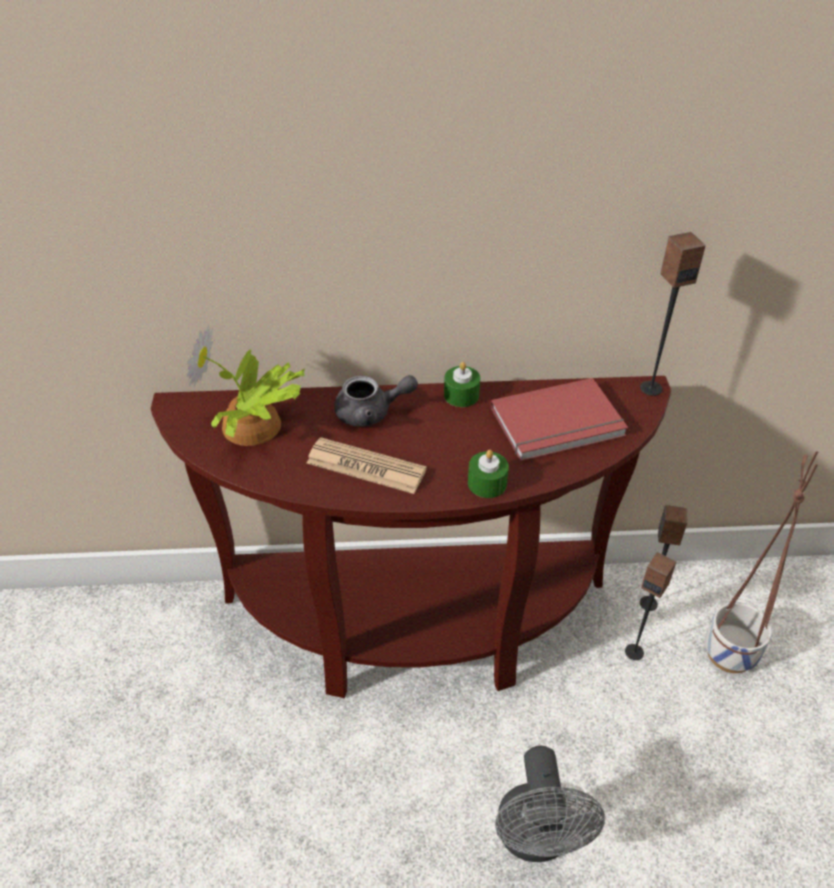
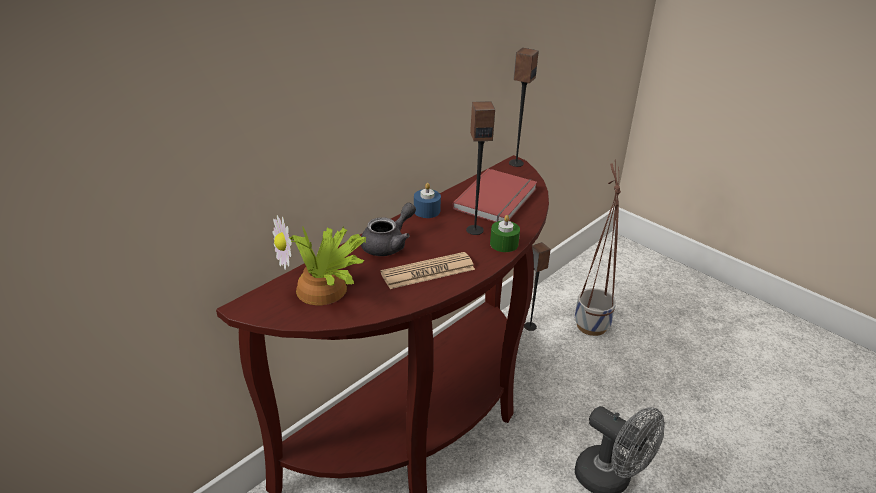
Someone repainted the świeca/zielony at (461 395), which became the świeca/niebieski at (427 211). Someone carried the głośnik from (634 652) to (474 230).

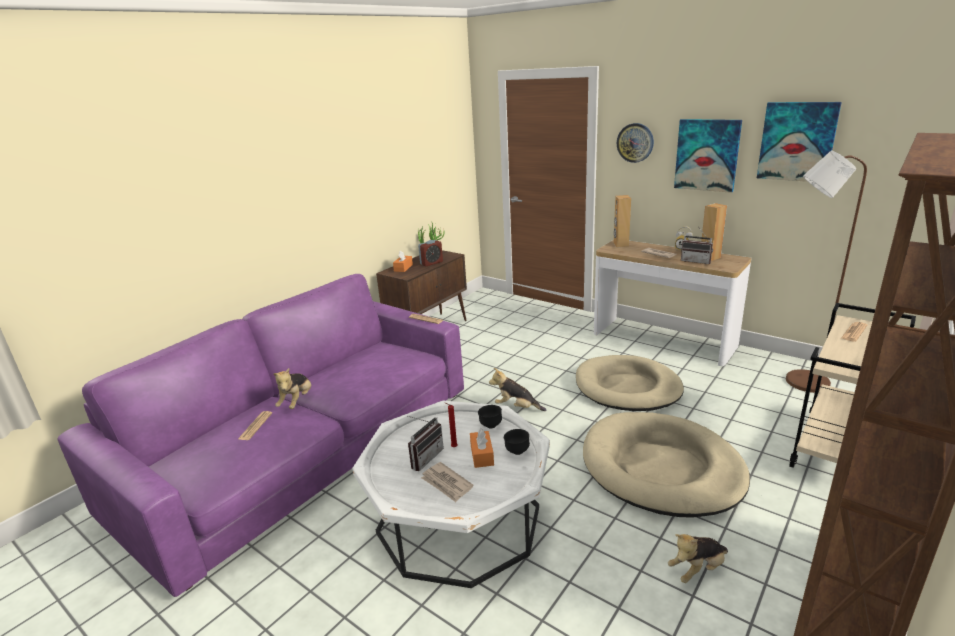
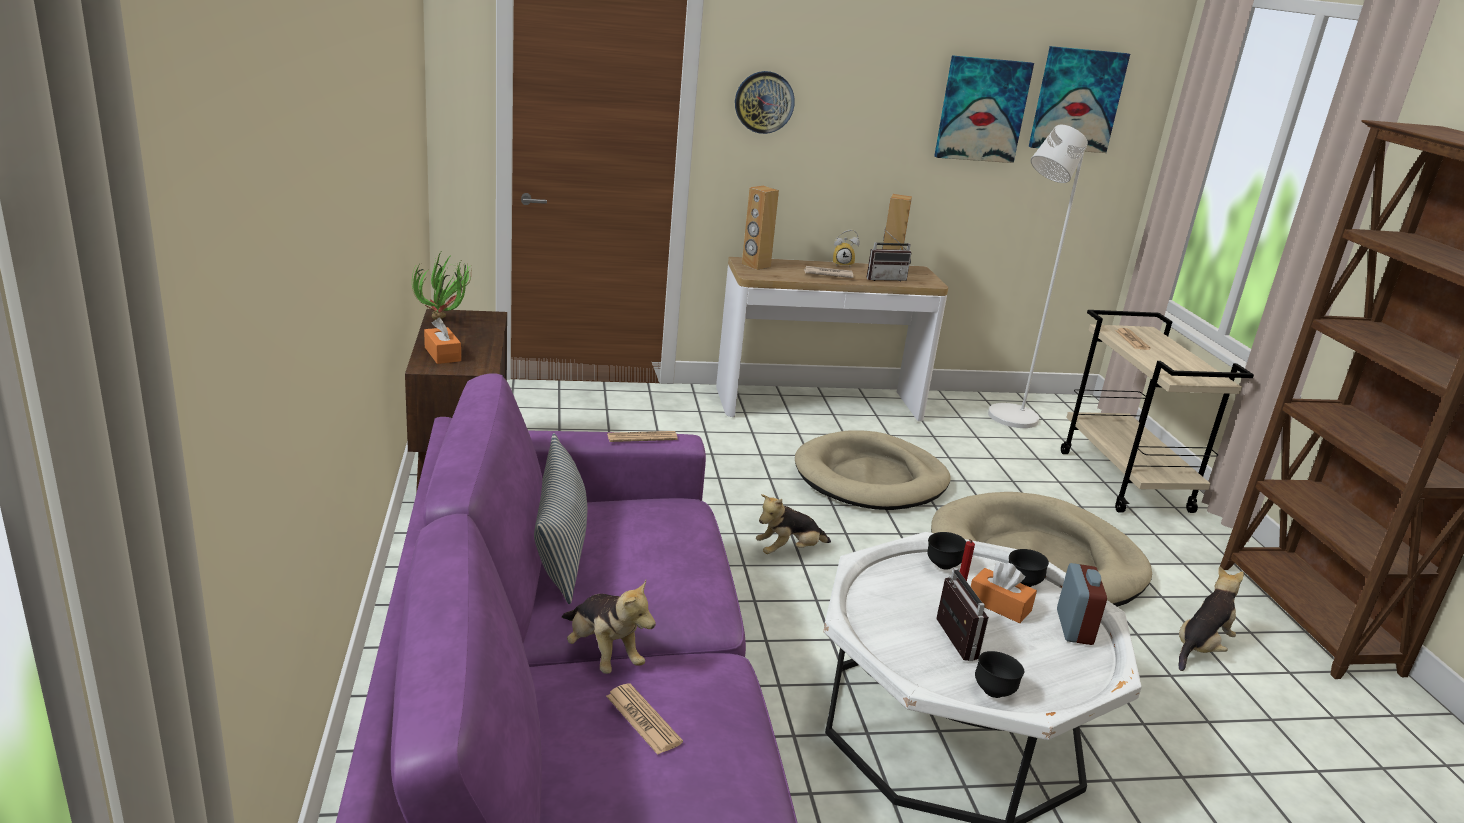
Someone carried the budzik from (431 263) to (1074 627). Someone took away the gazeta at (446 484). Someone rotated the pluszak at (697 569) by 150 degrees counterclockwise. Someone carried the obraz from (707 155) to (1077 100). Someone repainted the lampa stojąca/brązowy at (799 382), which became the lampa stojąca/biały at (1007 419). Someone put down the poduszka at (560 549). Someone put down the miska/czarny at (994 692).

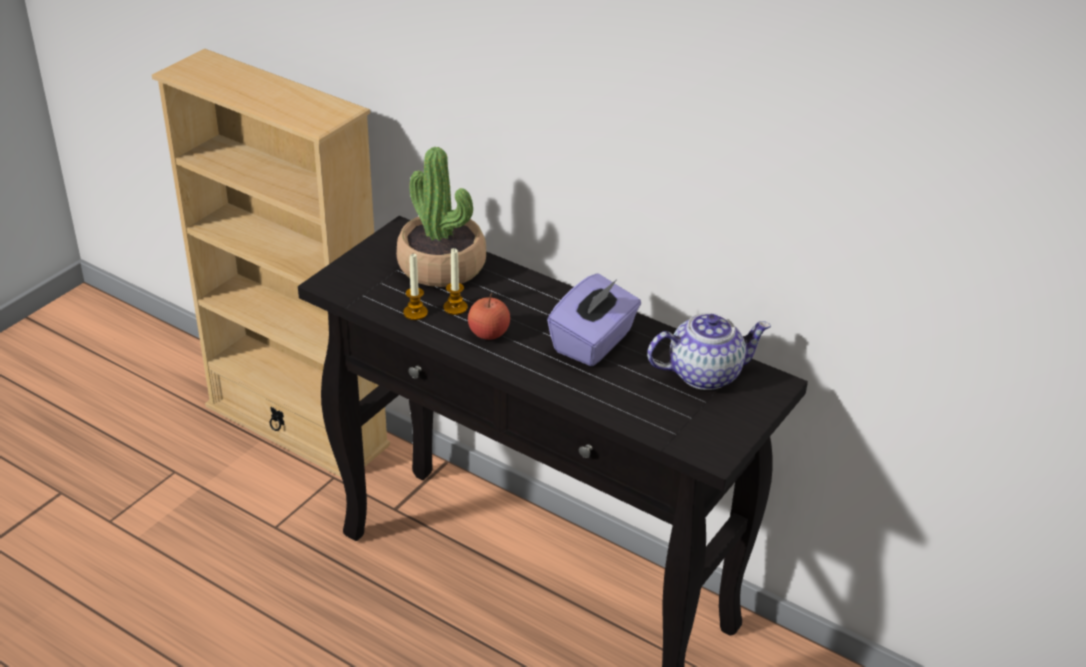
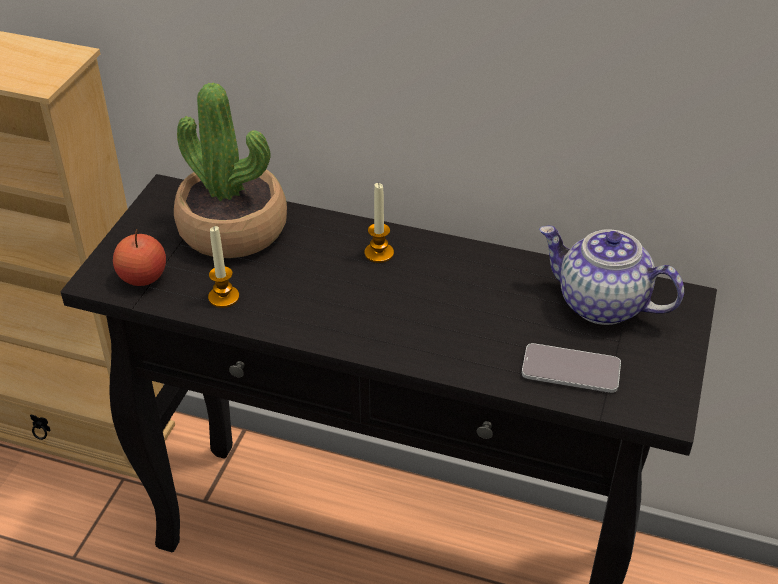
Someone carried the świeca from (455 307) to (379 253). Someone carried the jabłko from (489 333) to (143 277). Someone took away the pudełko chusteczek/fioletowy at (593 342). Someone rotated the imbryk at (705 373) by 120 degrees counterclockwise. Someone put down the telefon at (570 370).

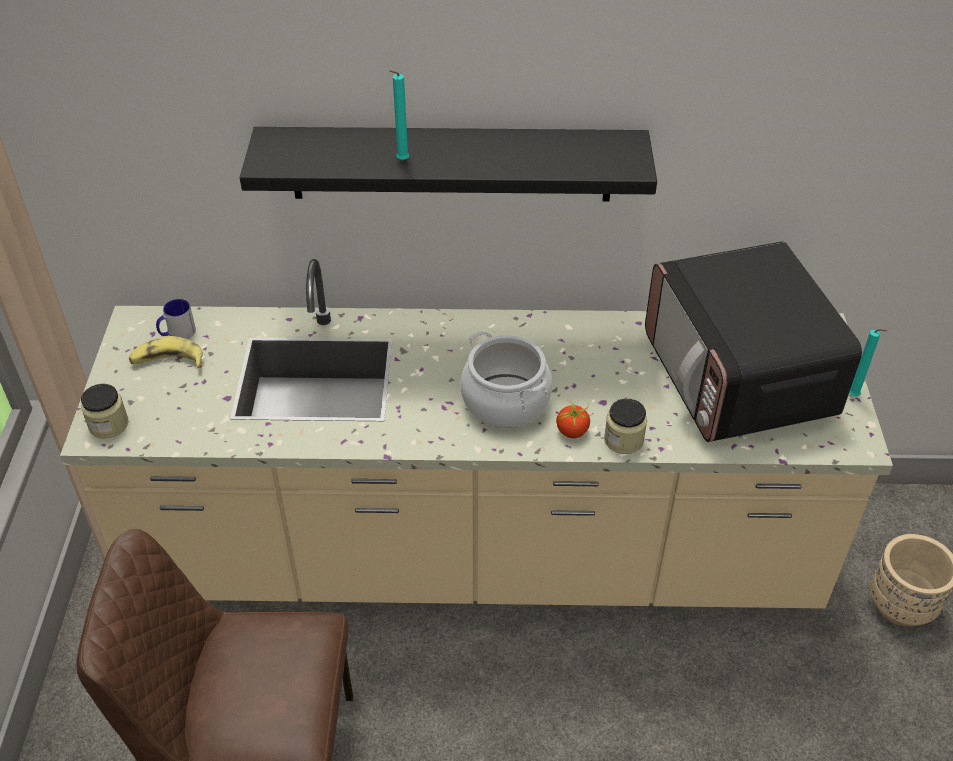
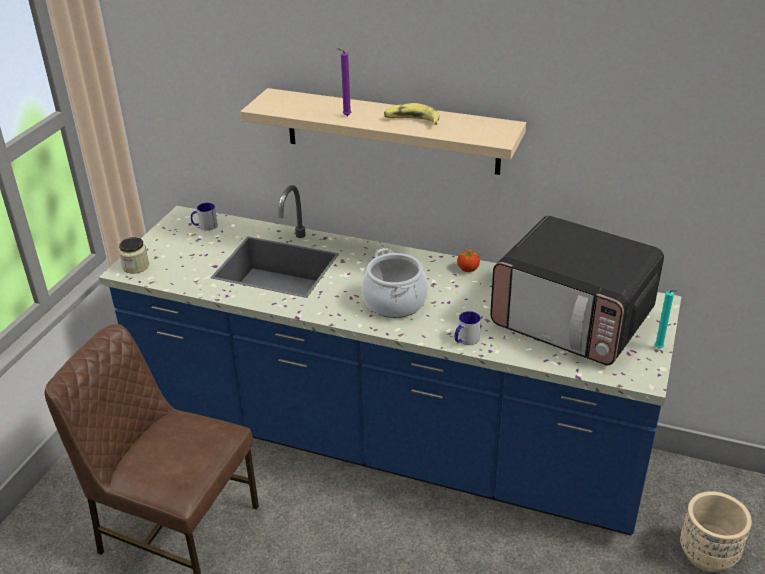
Someone repainted the zabudowa kuchenna/beżowy at (476 555), which became the zabudowa kuchenna/niebieski at (386 440). Someone carried the banan from (168 361) to (412 121). Someone repainted the półka/czarny at (451 164), which became the półka/beżowy at (391 131). Someone repainted the świeca/turkusowy at (401 161), which became the świeca/fioletowy at (345 116). Someone carried the pomidor from (572 431) to (468 269). Someone swapped the słoik at (623 440) for the kubek at (465 340). Someone rotated the mikrofalówka at (737 378) by 60 degrees counterclockwise.

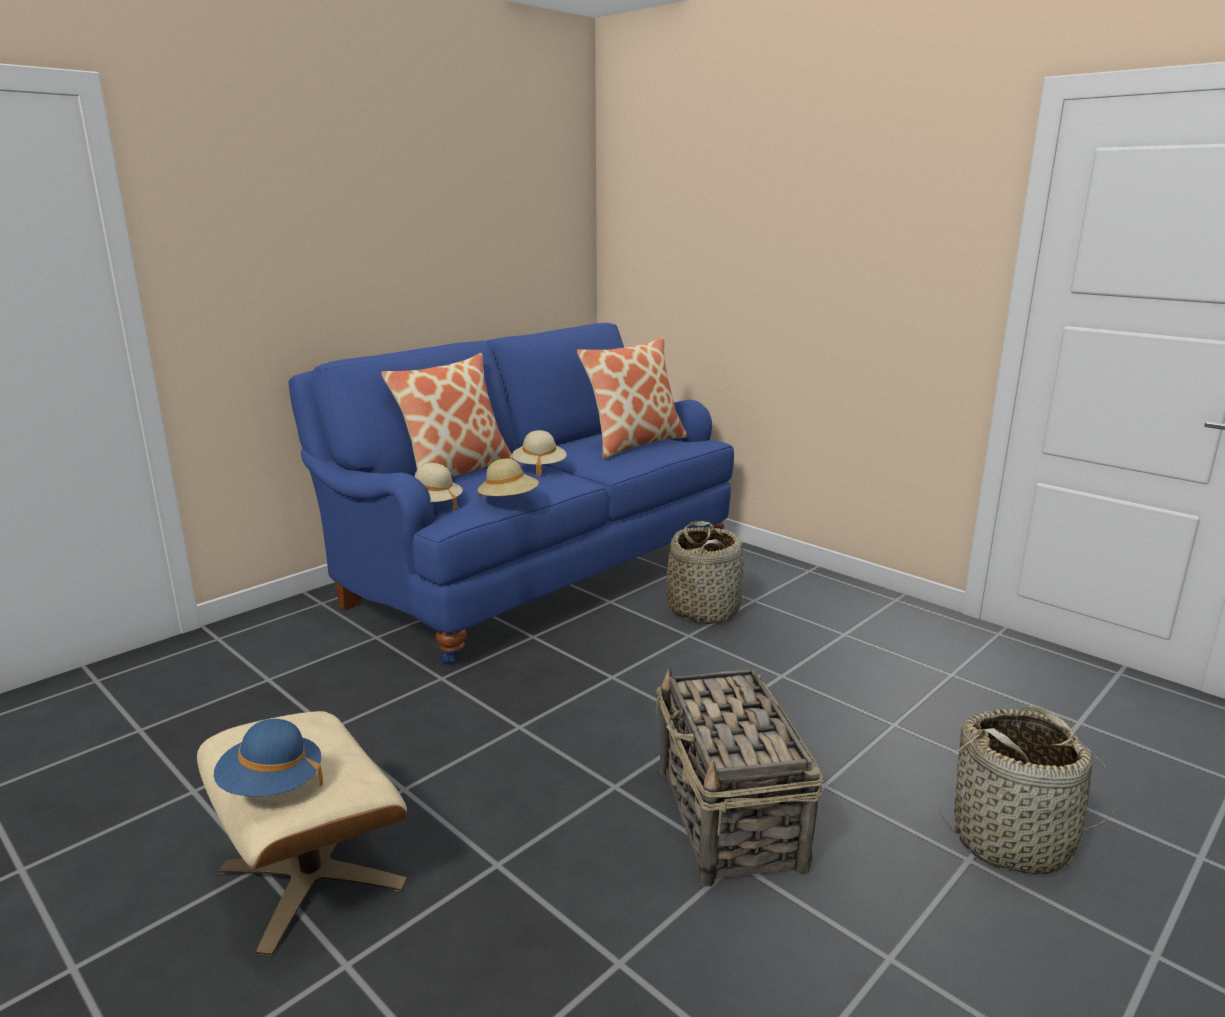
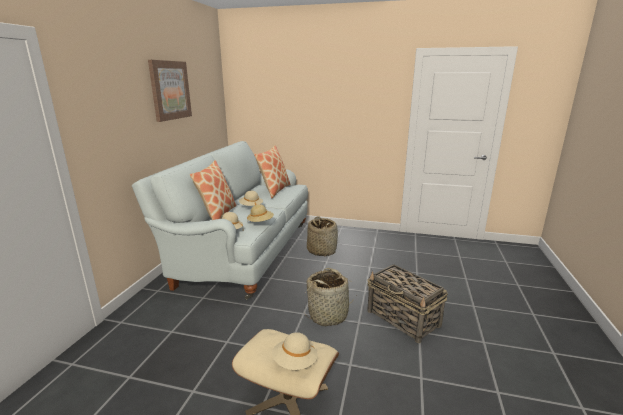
Someone repainted the kapelusz/niebieski at (272 785), which became the kapelusz/beżowy at (295 362). Someone repainted the kanapa/niebieski at (533 571), which became the kanapa/biały at (241 252). Someone carried the koszyk from (1013 840) to (328 315). Someone put up the obraz at (170 90).

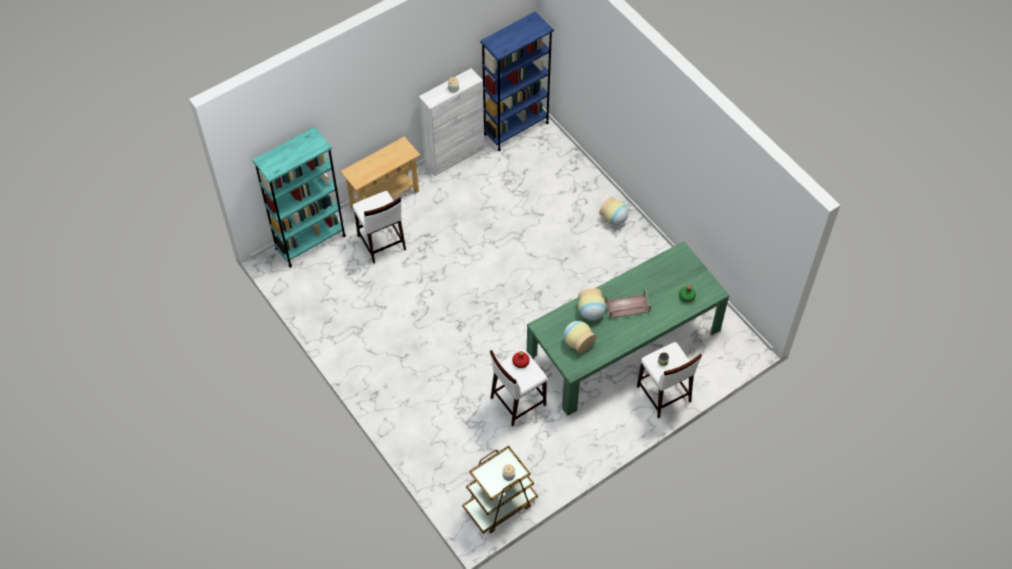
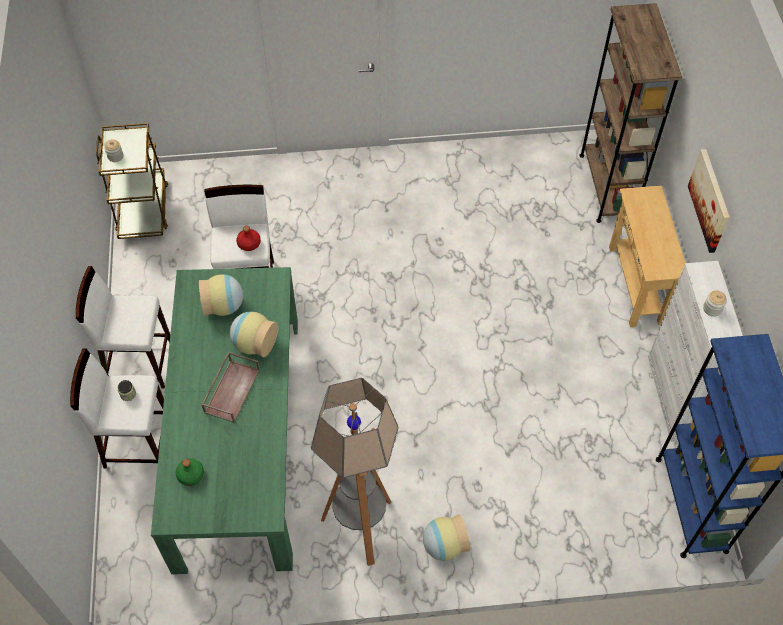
Someone repainted the regał/turkusowy at (310 242), which became the regał/brązowy at (607 186). Someone carried the stołek/biały from (381 243) to (139 363). Someone put down the lampa stojąca at (360 527). Someone put up the obraz at (710 200).

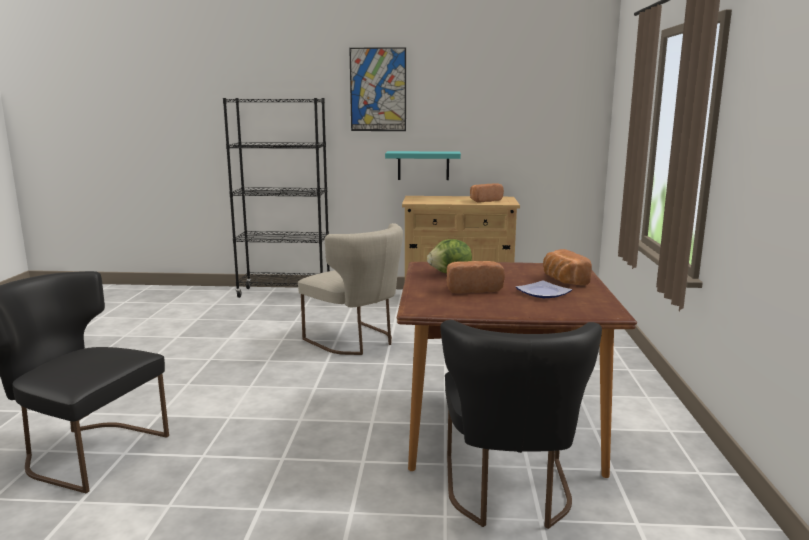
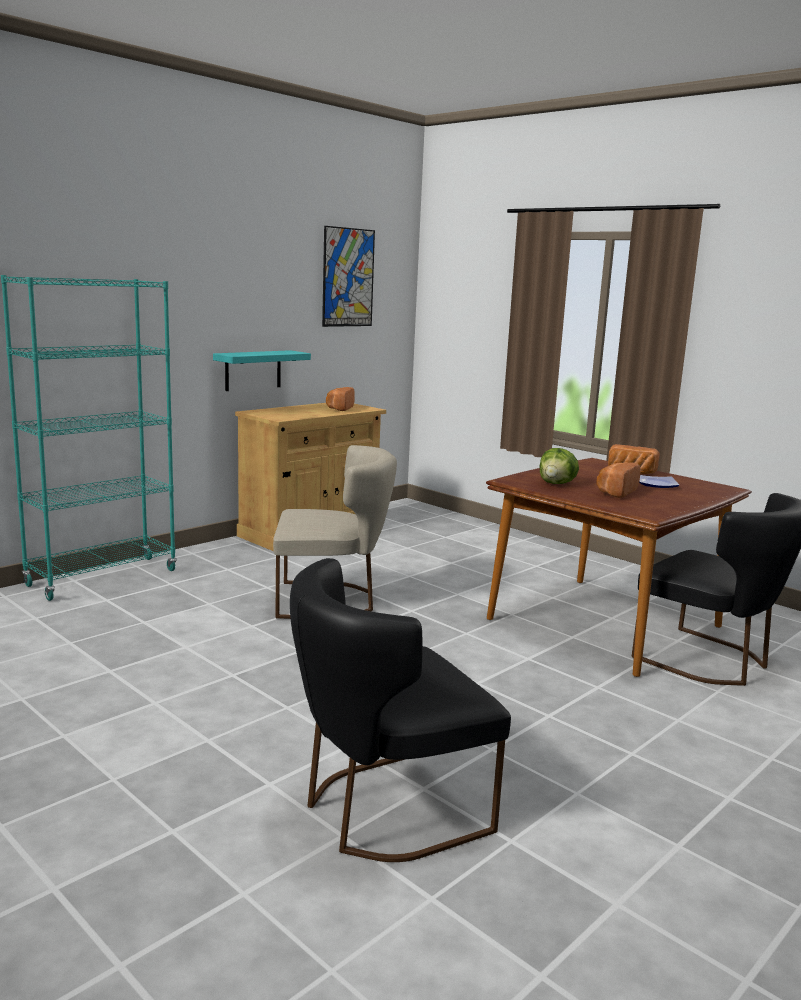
Someone repainted the regał/czarny at (285 293), which became the regał/turkusowy at (102 578). Someone carried the obraz from (378 90) to (348 277).

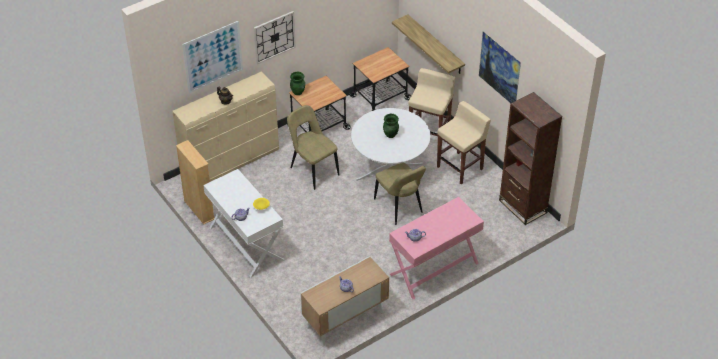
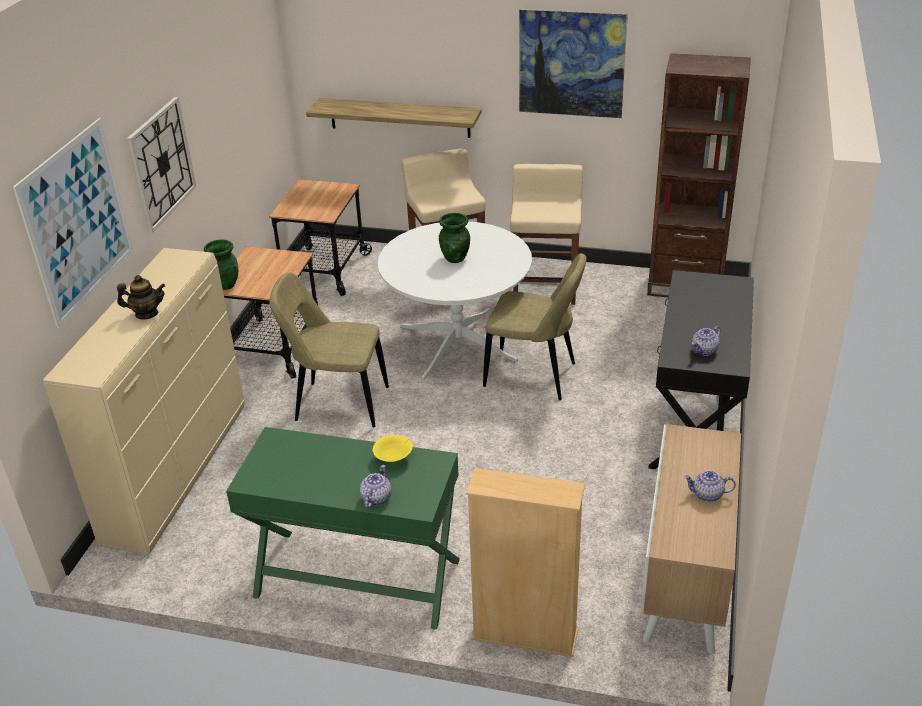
Someone carried the regał/beżowy from (199 210) to (525 635). Someone repainted the stolik konsolowy/biały at (246 243), which became the stolik konsolowy/zielony at (357 578). Someone repainted the stolik konsolowy/różowy at (434 269), which became the stolik konsolowy/czarny at (696 421).

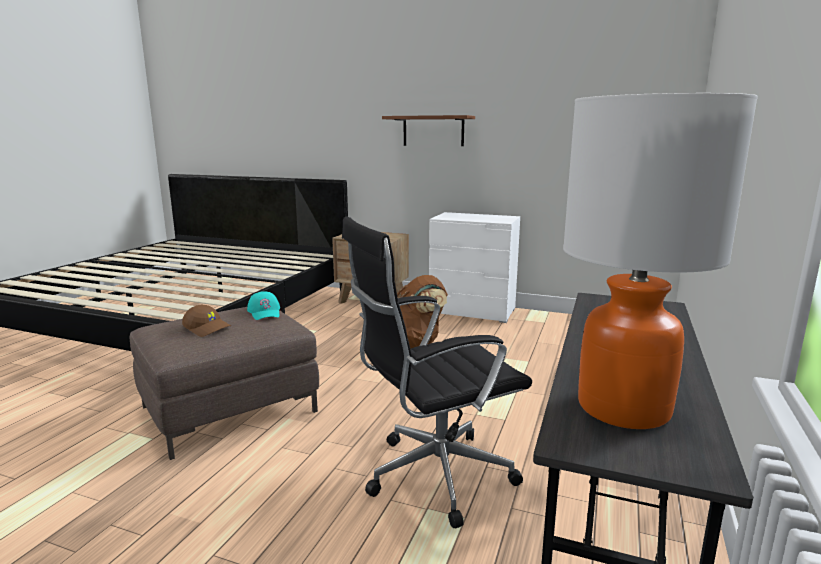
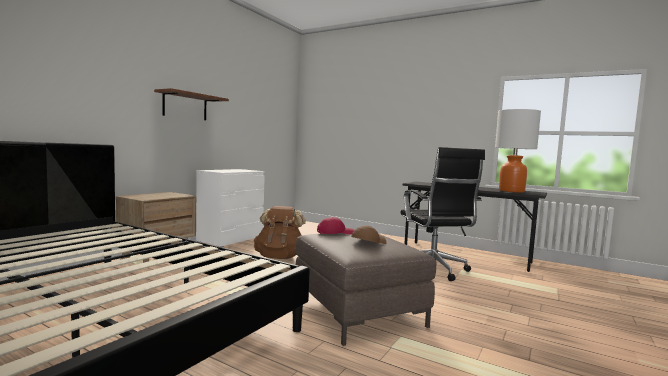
Someone repainted the czapka z daszkiem/turkusowy at (265 312), which became the czapka z daszkiem/czerwony at (335 232).

